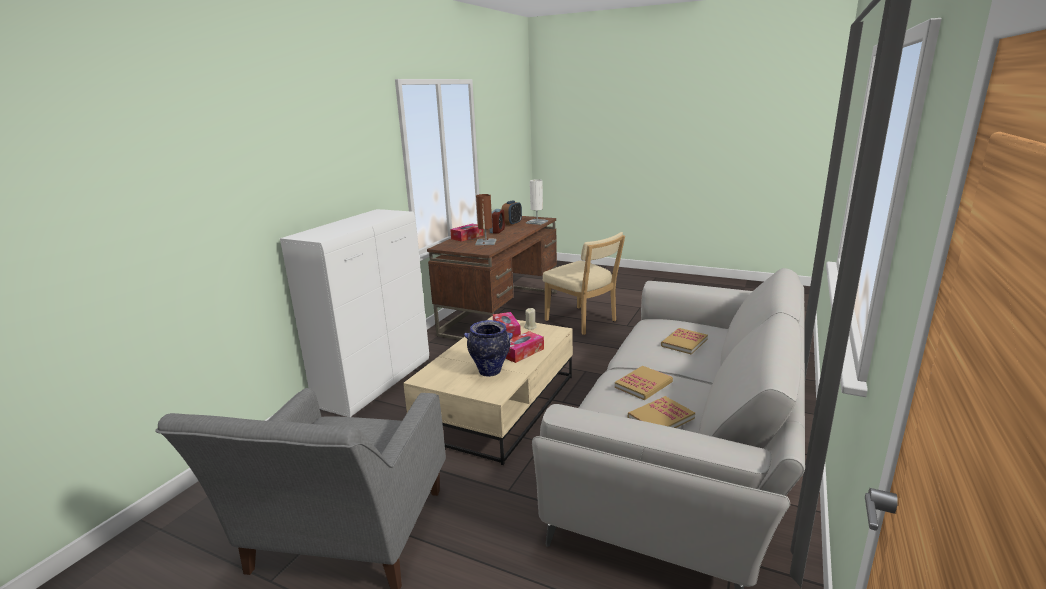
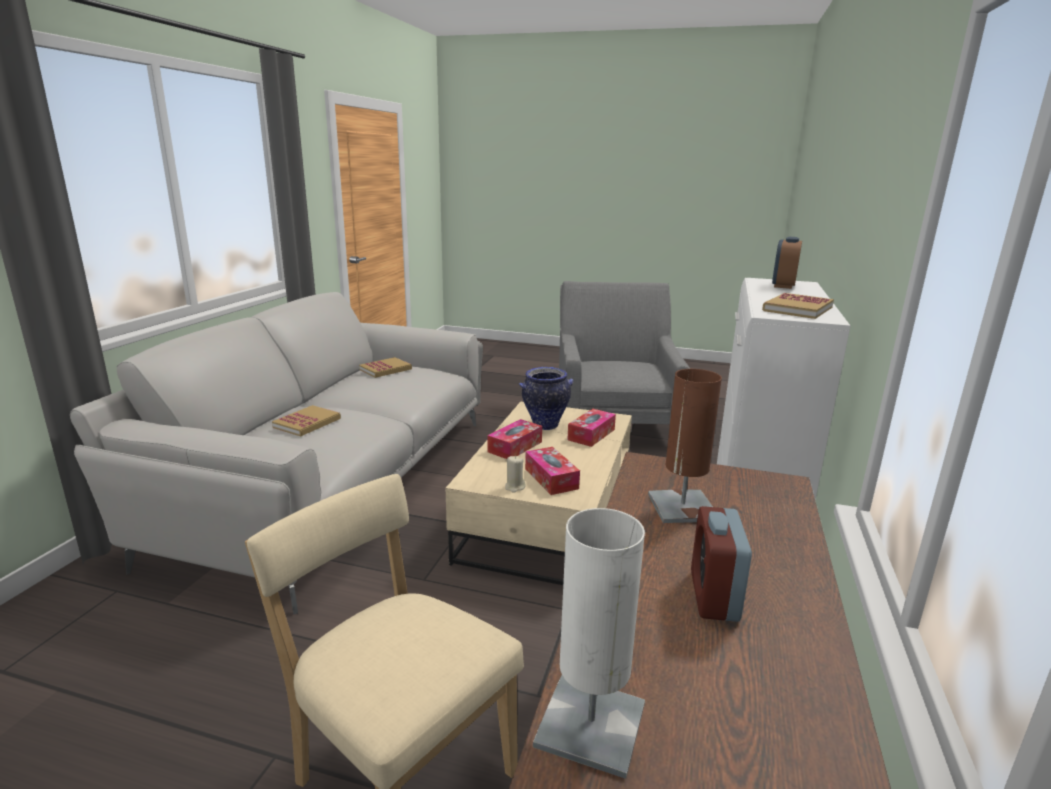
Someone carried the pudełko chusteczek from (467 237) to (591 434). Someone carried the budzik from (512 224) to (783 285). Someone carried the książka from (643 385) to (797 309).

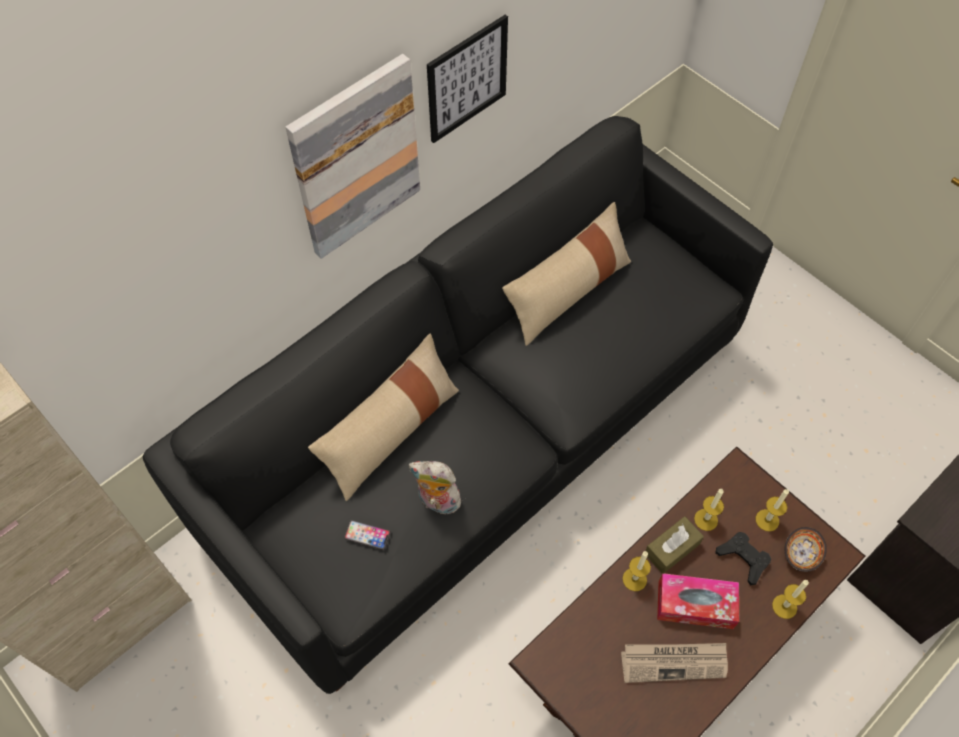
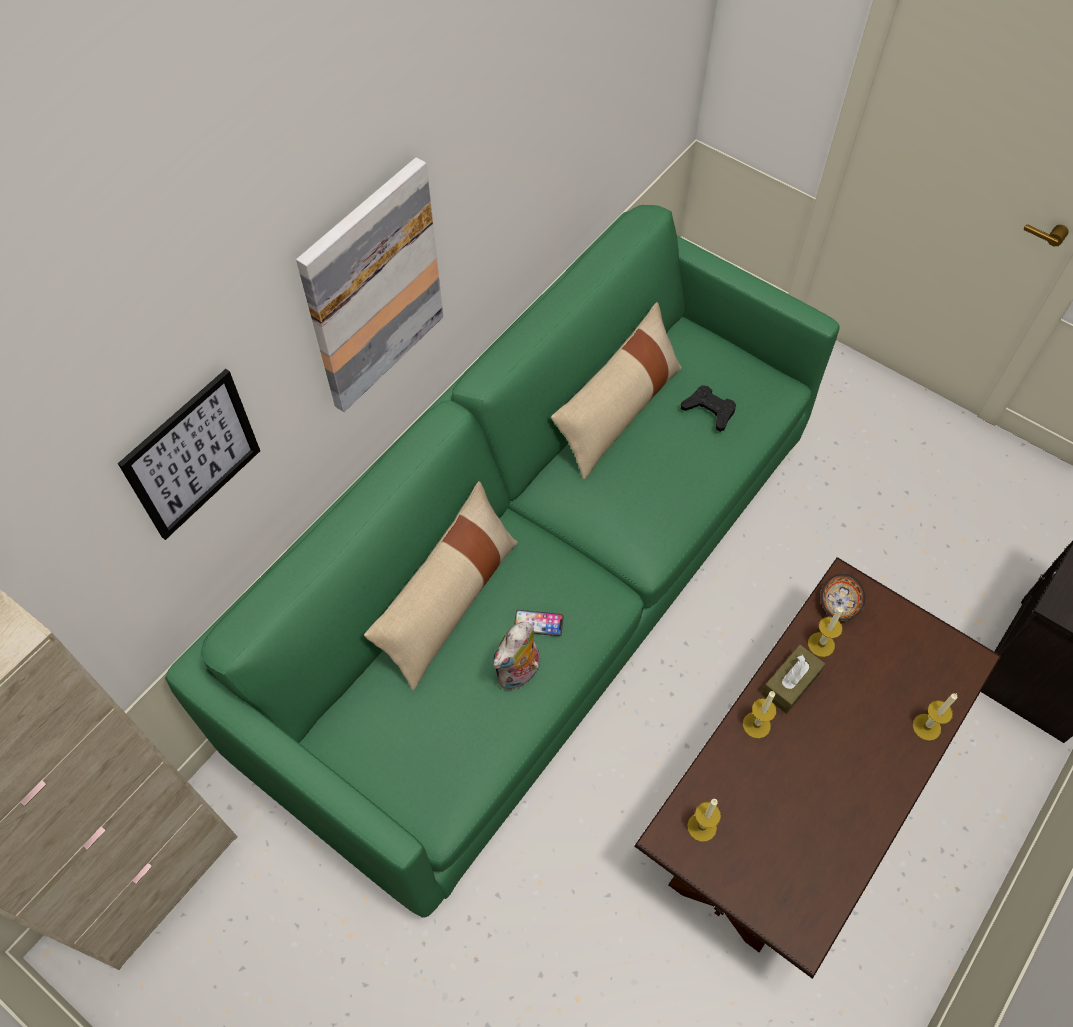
Someone repainted the kanapa/czarny at (480 434), which became the kanapa/zielony at (536 589). Someone carried the telefon from (367 535) to (538 623). Someone rotated the pluszak at (437 502) by 60 degrees counterclockwise. Someone carried the obraz from (467 79) to (192 455). Someone took away the gazeta at (674 662). Someone took away the pudełko chusteczek at (695 605). Someone carried the pad do gier/czarny from (743 558) to (709 410). Someone carried the świeca from (767 520) to (702 827). Someone carried the miska from (800 554) to (838 604).

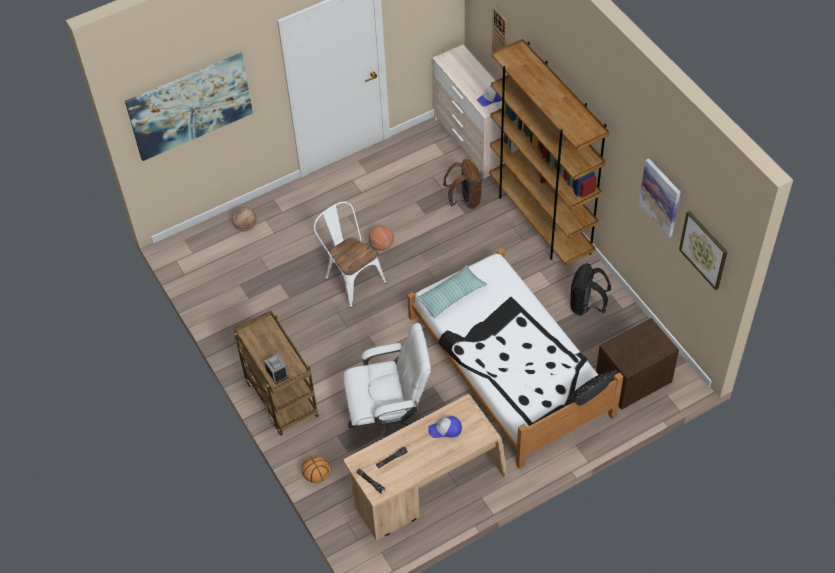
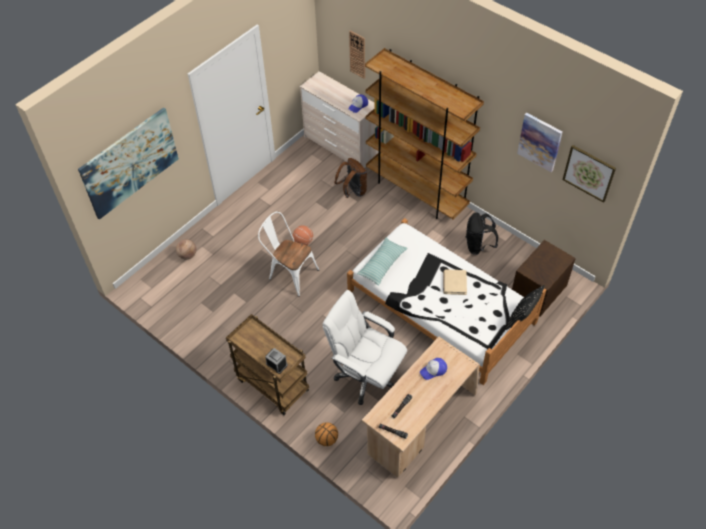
Someone rotated the krzesło biurowe/biały at (389 419) by 120 degrees counterclockwise. Someone put down the książka/beżowy at (454 283).

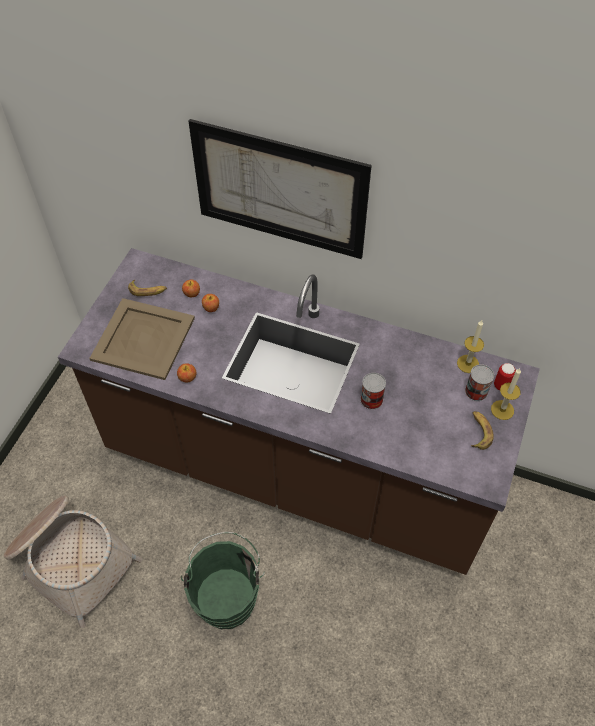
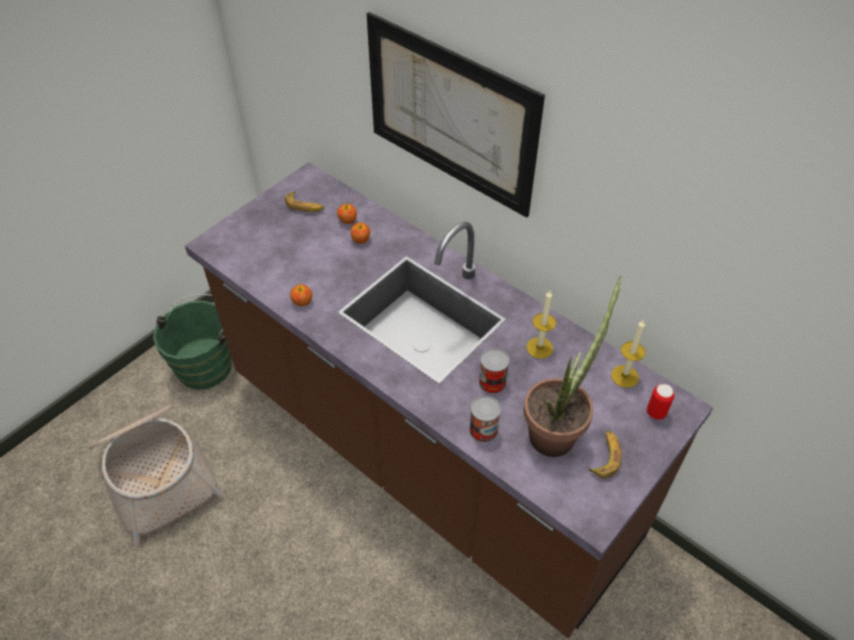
Someone took away the taca/beżowy at (143 339). Someone carried the wiadro/zielony from (227 596) to (207 363). Someone carried the puszka from (476 391) to (483 430). Someone carried the świeca from (502 410) to (539 348). Someone put down the roślina doniczkowa at (557 430).

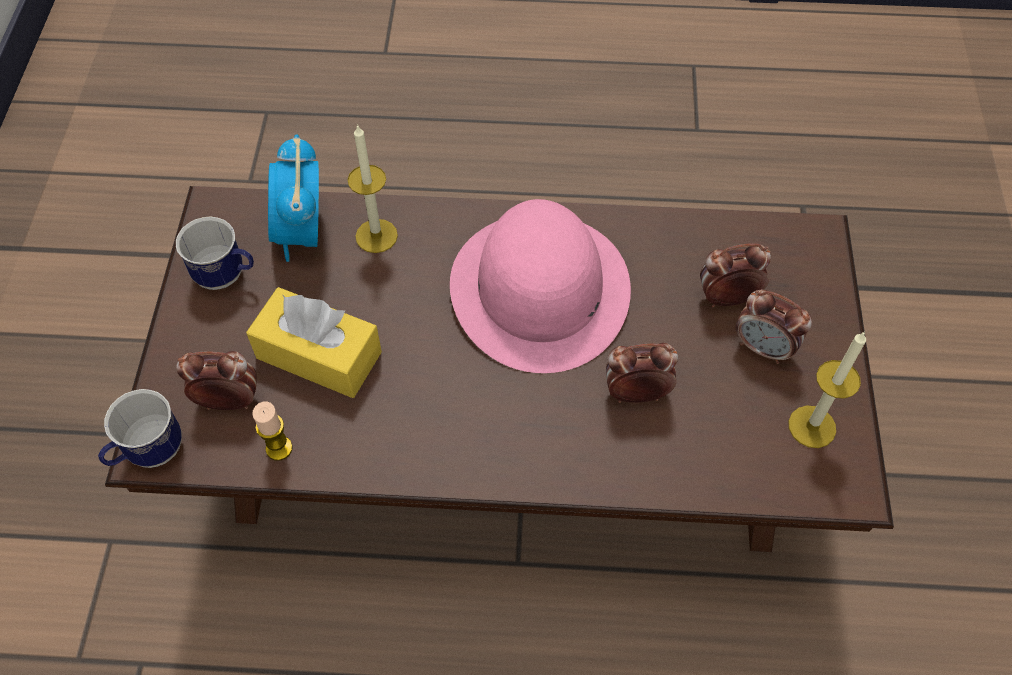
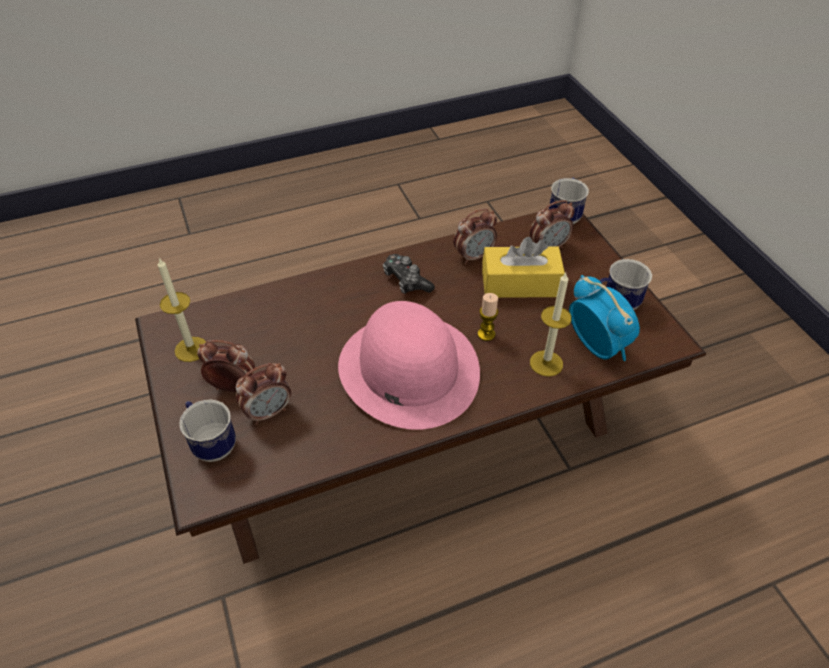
Someone carried the świeca from (279 448) to (486 334). Someone carried the budzik from (636 394) to (474 256). Someone put down the kubek at (211 443). Someone put down the pad do gier at (406 280).

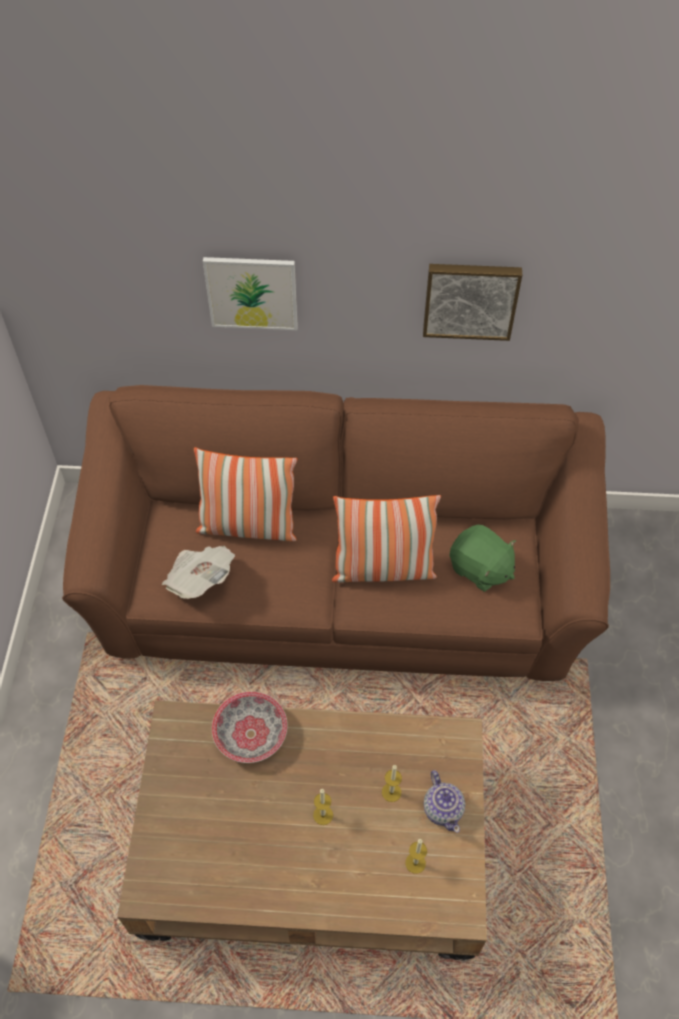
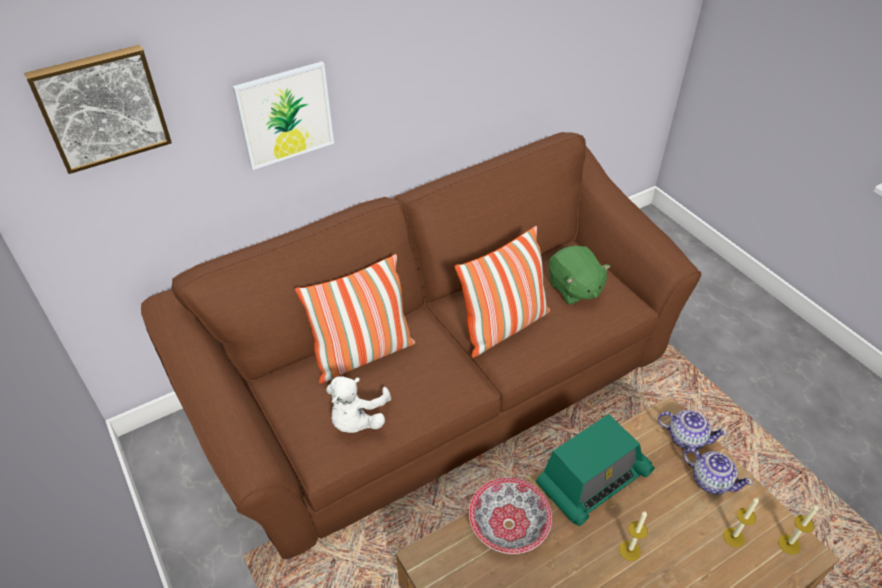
Someone swapped the gazeta at (200 579) for the pluszak/biały at (356 419). Someone carried the świeca from (391 792) to (789 544). Someone carried the obraz from (470 299) to (101 107). Someone rotated the pluszak/zielony at (480 569) by 60 degrees clockwise. Someone put down the radio at (592 480). Someone put down the imbryk at (686 437).

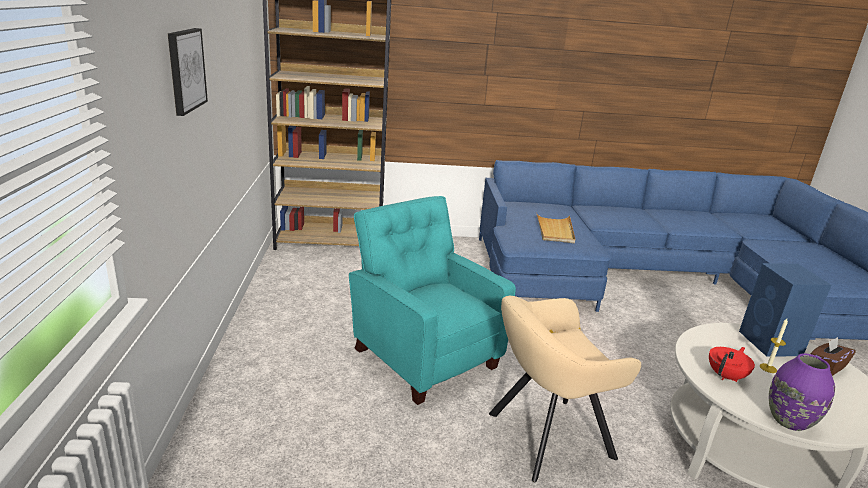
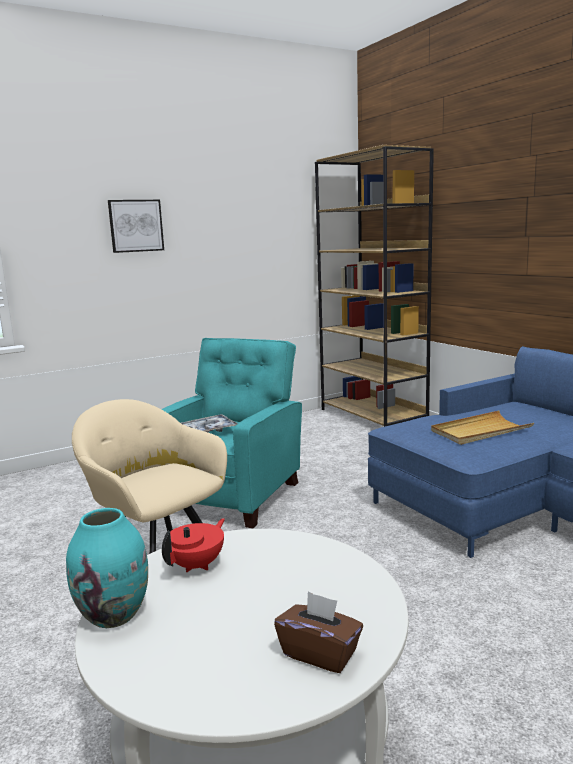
Someone rotated the imbryk/czerwony at (726 376) by 75 degrees counterclockwise. Someone took away the głośnik/niebieski at (771 344). Someone took away the świeca at (768 368). Someone repainted the wazon/fioletowy at (788 420), which became the wazon/turkusowy at (114 614). Someone put down the taca at (209 430).

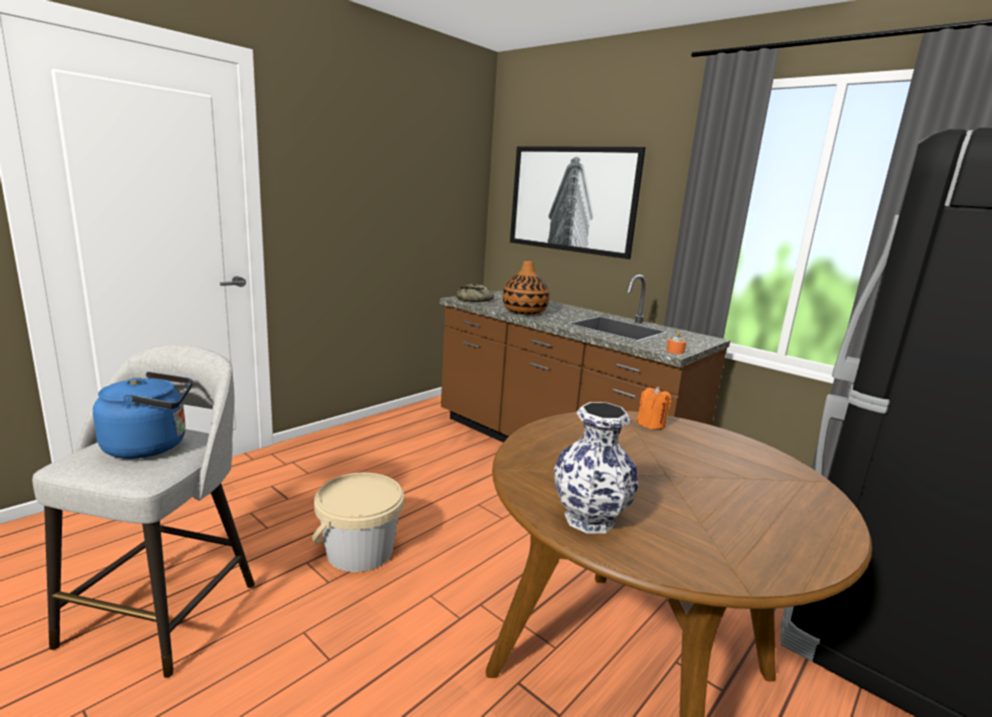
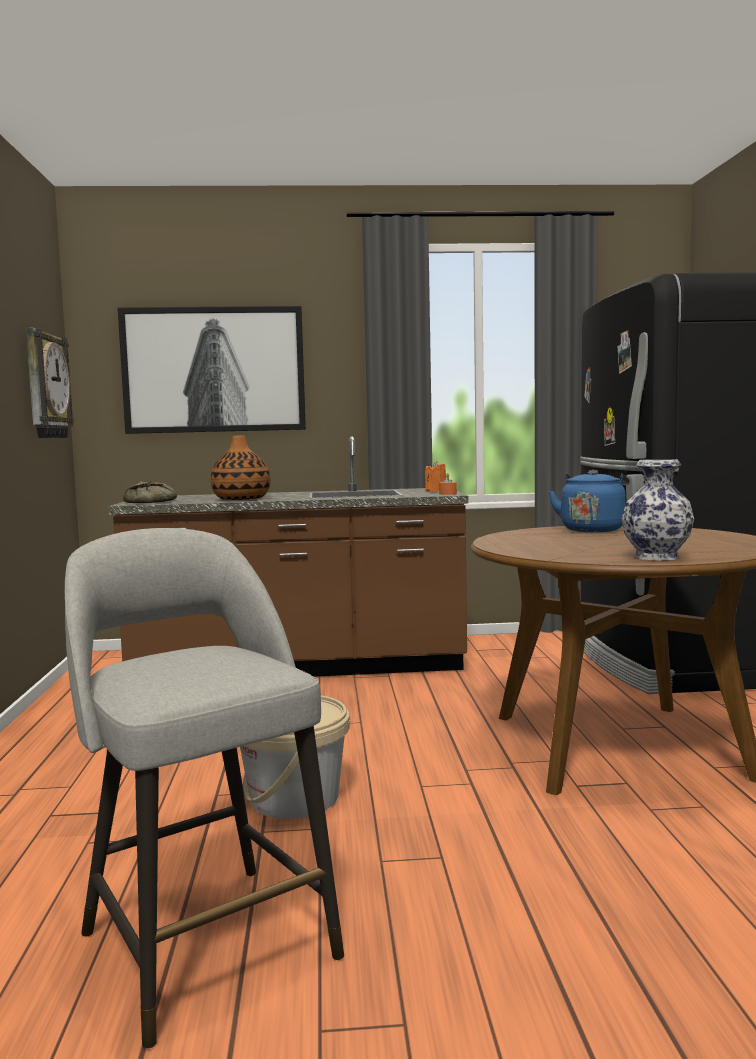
Someone carried the czajnik/niebieski from (151 446) to (592 529). Someone carried the świeca/pomarańczowy from (651 424) to (436 491). Someone put up the zegar ścienny at (45 386).

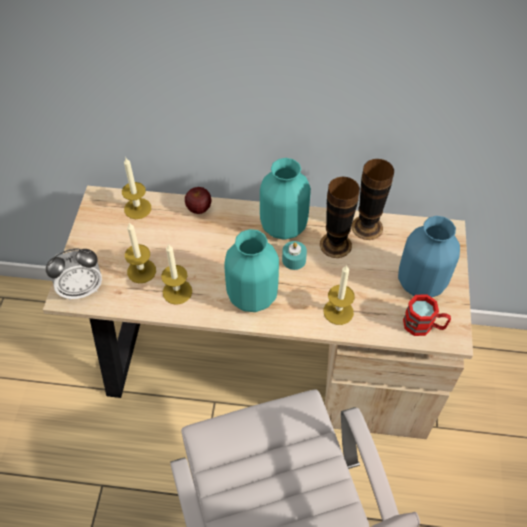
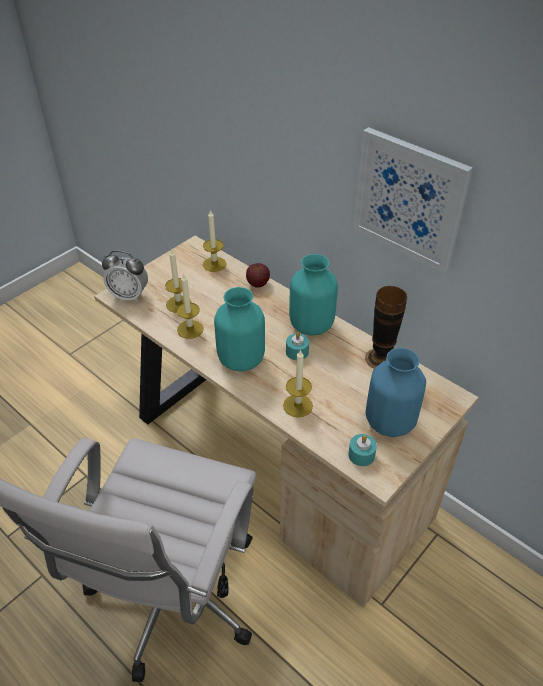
Someone took away the wazon at (335 245). Someone swapped the kubek/czerwony at (424 325) for the świeca/turkusowy at (361 455). Someone put up the obraz at (409 199).

